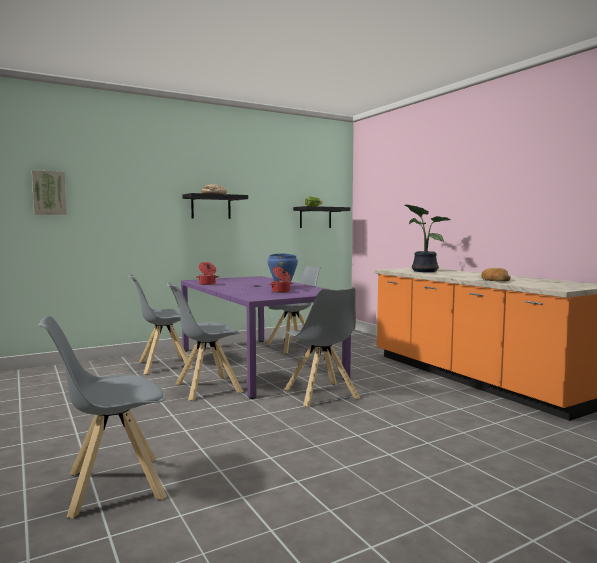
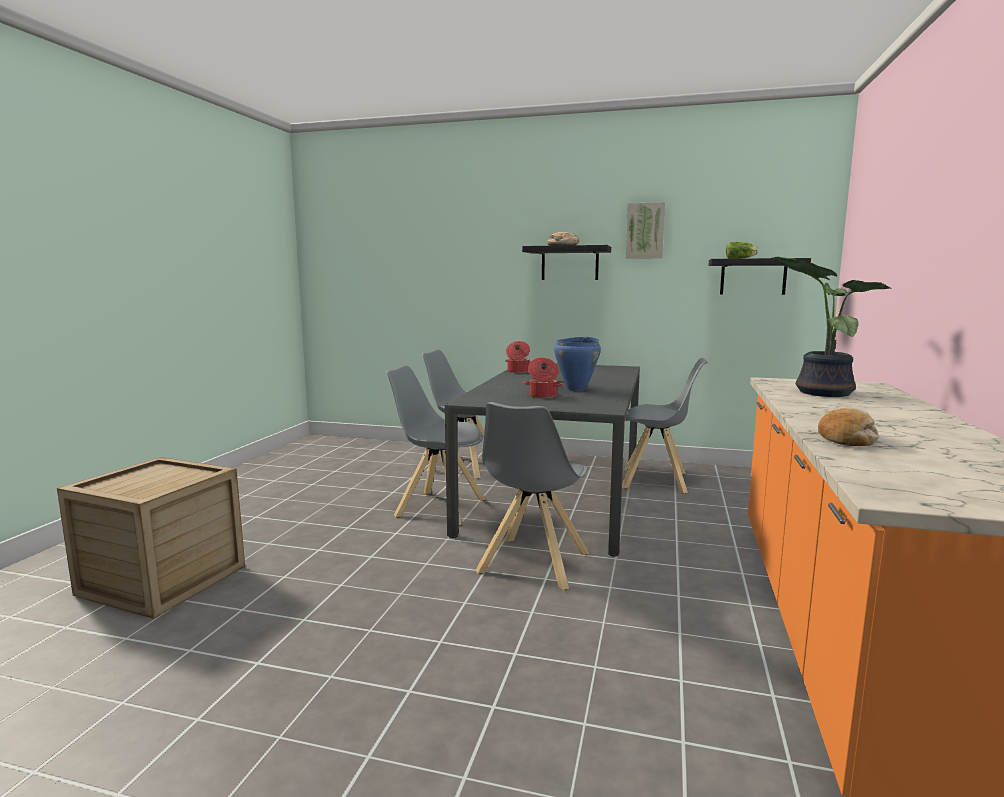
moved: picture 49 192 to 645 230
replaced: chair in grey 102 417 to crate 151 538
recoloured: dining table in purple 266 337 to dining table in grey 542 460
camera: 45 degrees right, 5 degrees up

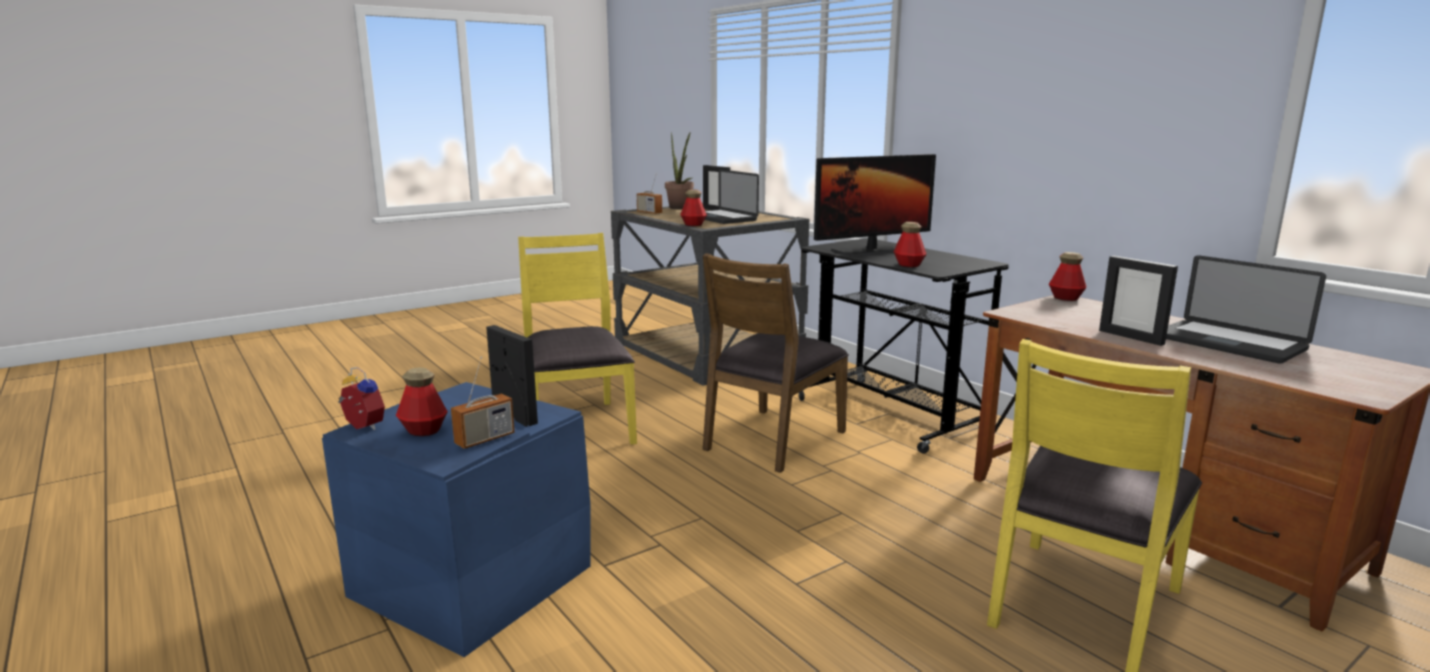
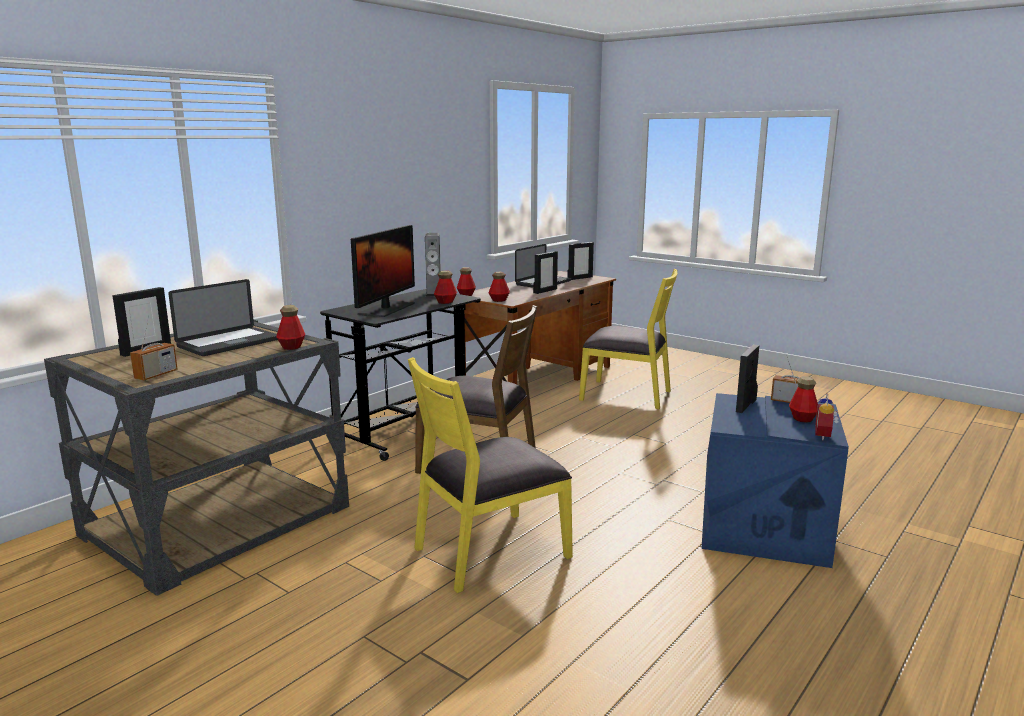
removed: potted plant 679 170
added: speaker 433 265; bottle 499 287; picture frame 580 261
turned: monitor 875 205 = 383 271 60 degrees clockwise
camera: 105 degrees left, 0 degrees up

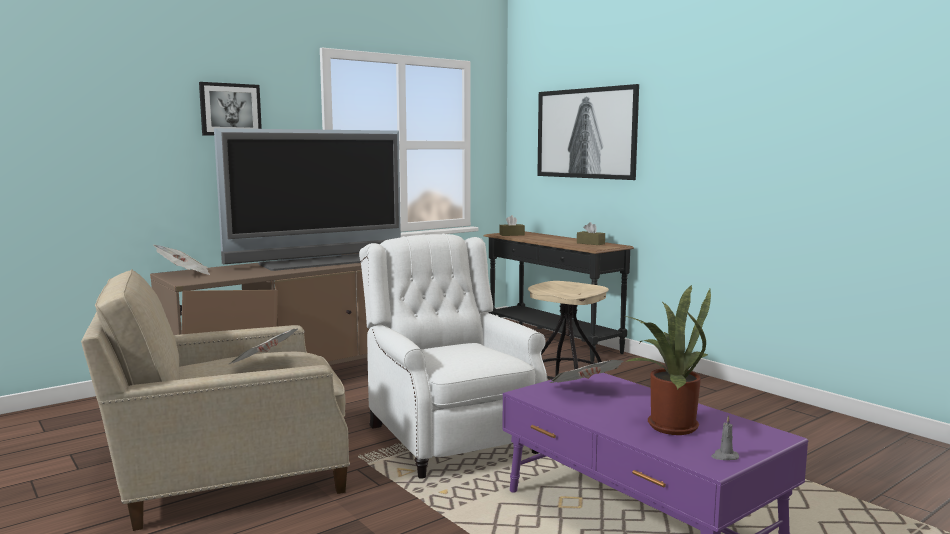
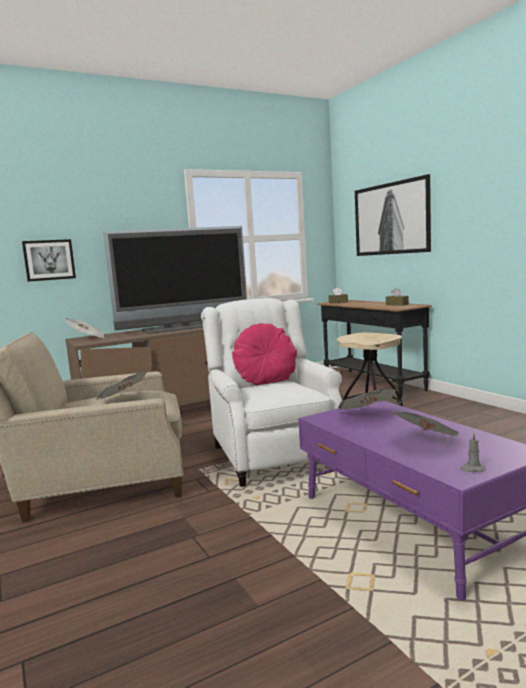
added: pillow in pink 264 354
moved: picture 230 109 to 49 260
replaced: potted plant 667 360 to newspaper 424 424
camera: 10 degrees right, 0 degrees up

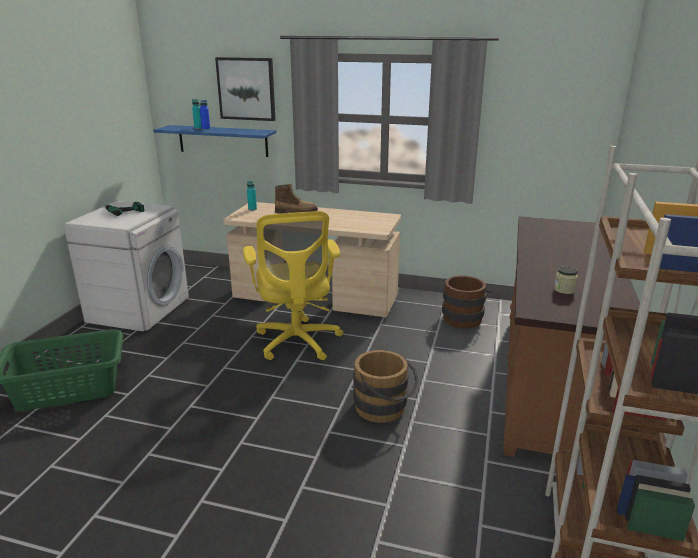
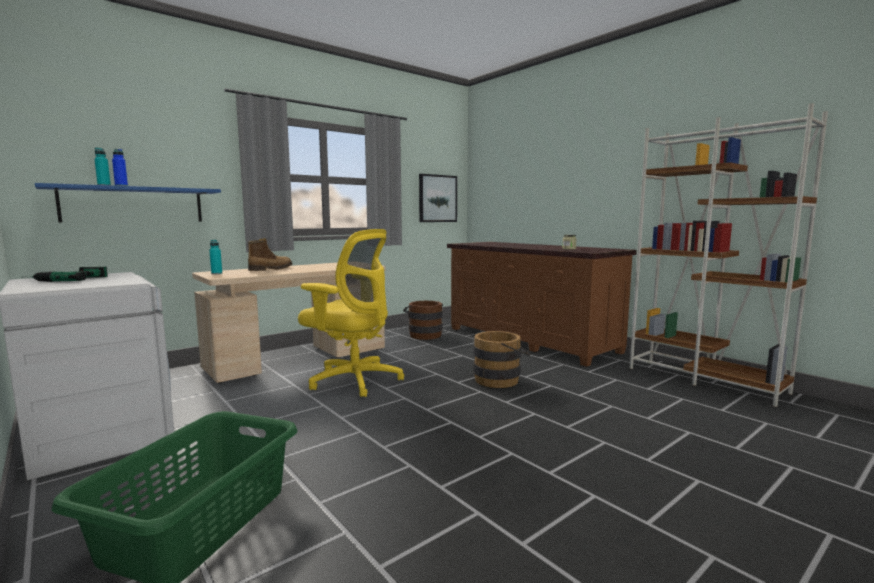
moved: picture 245 89 to 438 198
camera: 55 degrees left, 15 degrees down

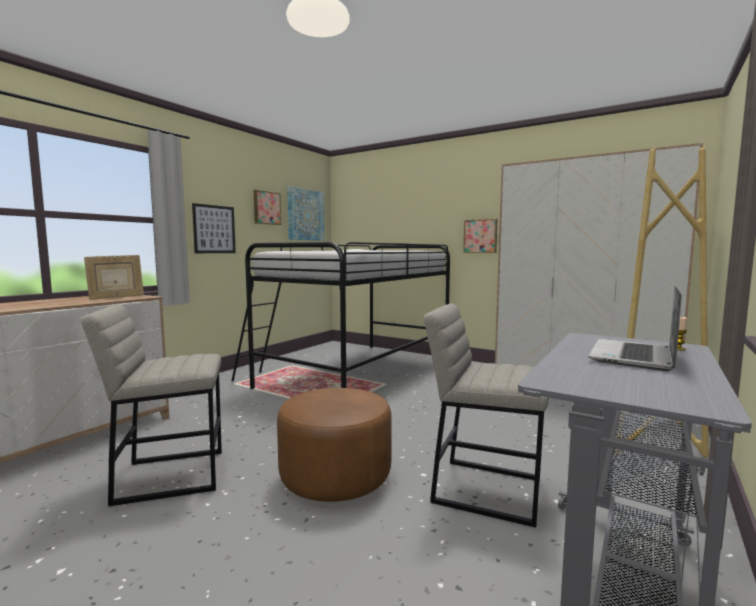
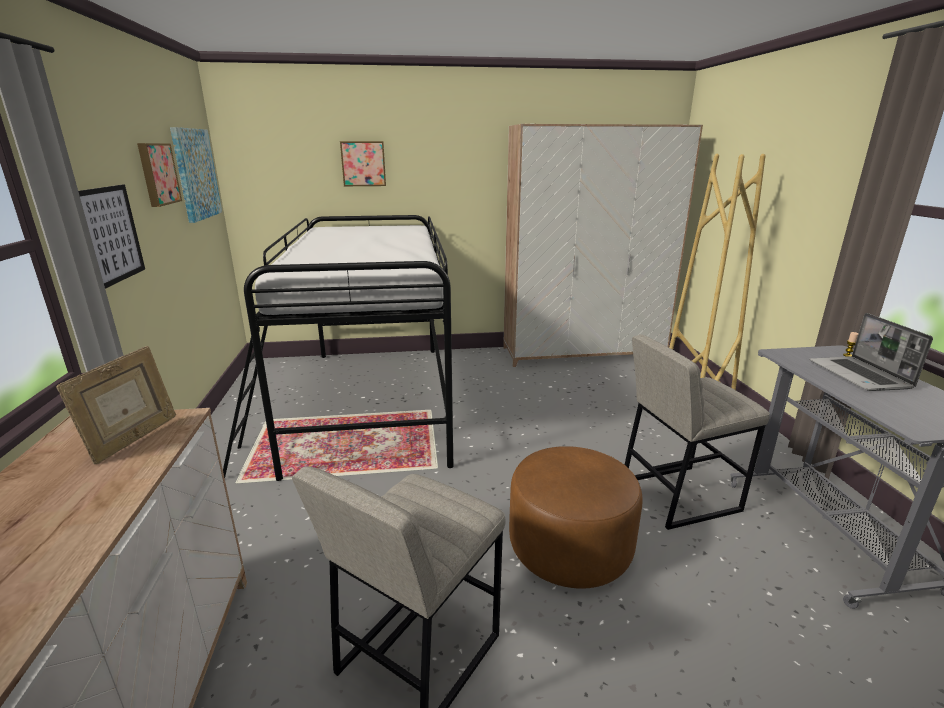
moved: picture 480 236 to 363 163
camera: 40 degrees left, 15 degrees up

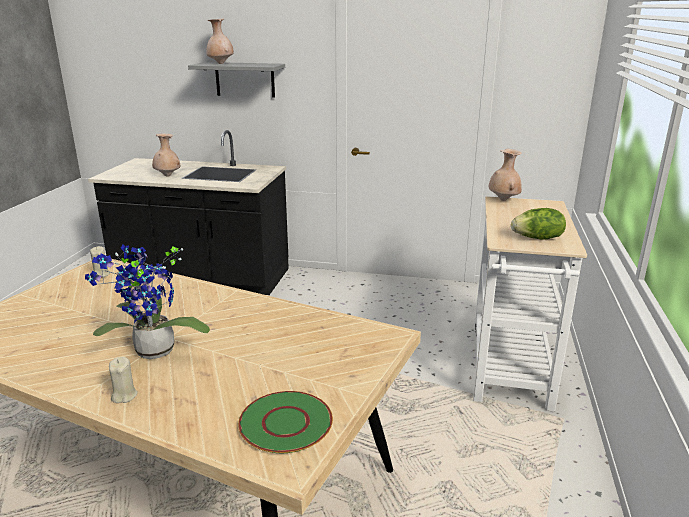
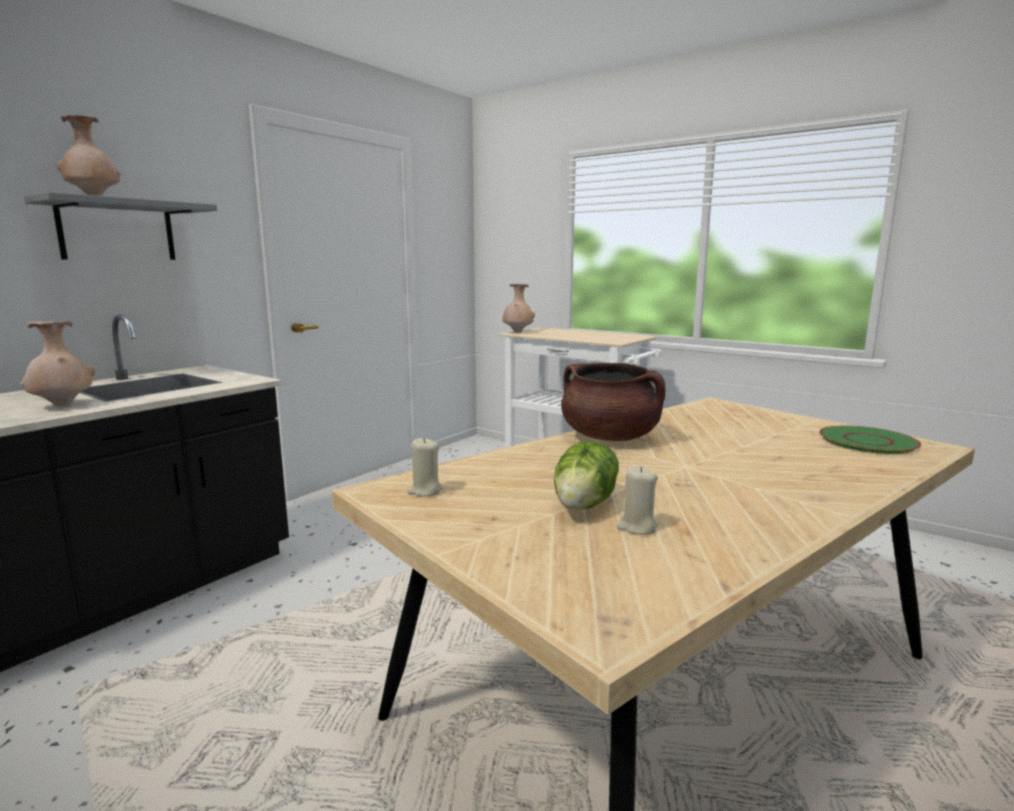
removed: potted plant 147 302
added: cooking pot in brown 613 402
moved: lettuce 538 224 to 586 476; candle in beige 123 380 to 637 500
camera: 65 degrees left, 10 degrees down

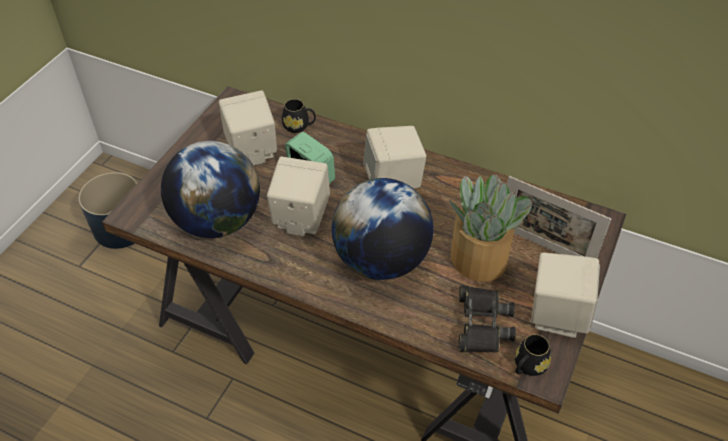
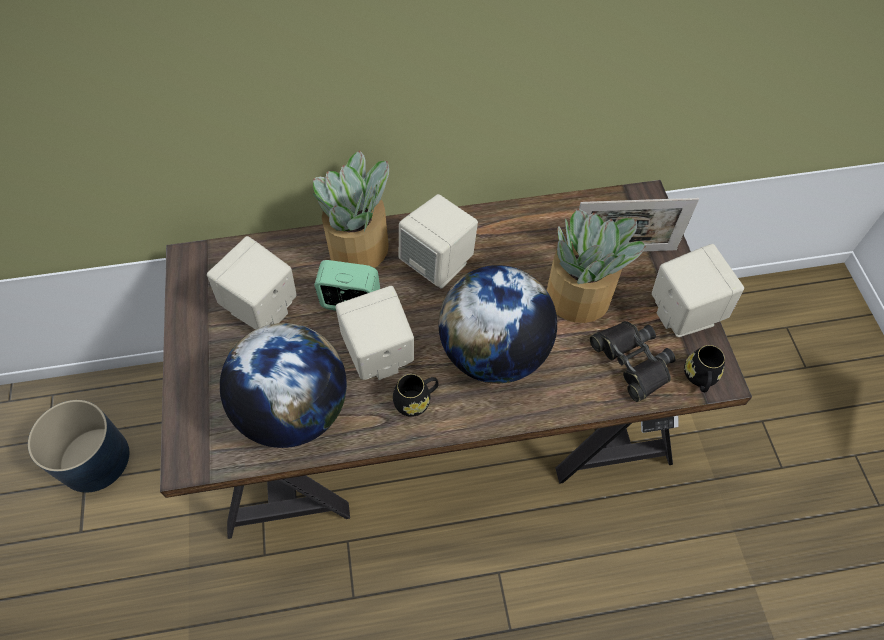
added: potted plant 351 209
moved: mug in black 299 116 to 416 395
camera: 35 degrees left, 10 degrees up

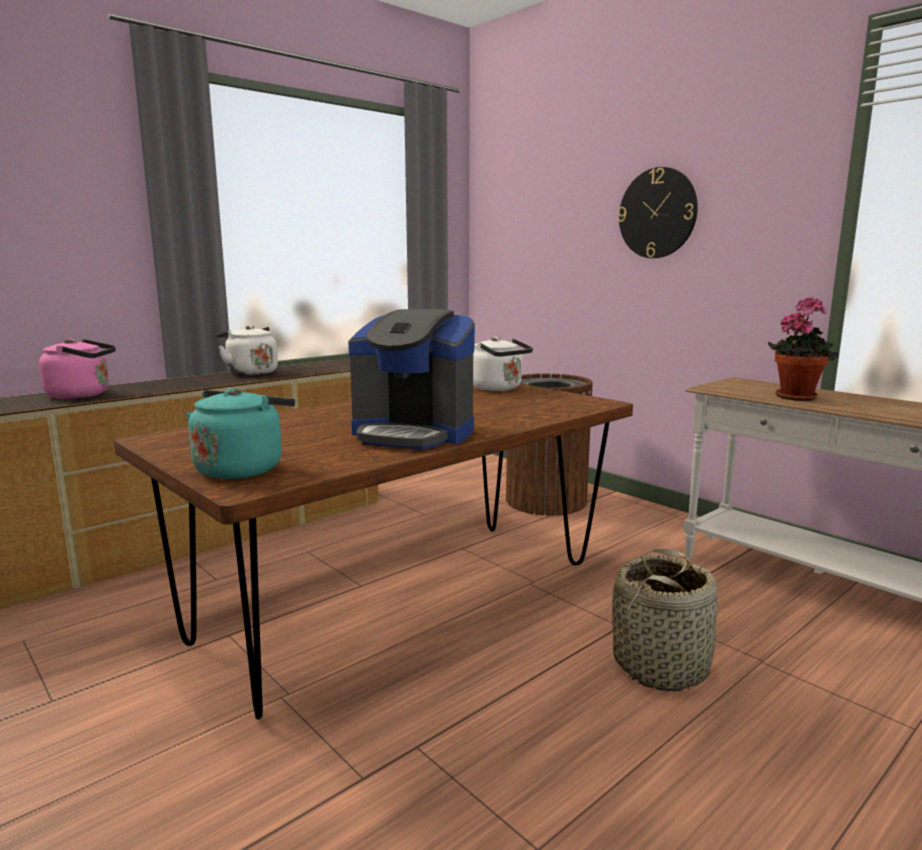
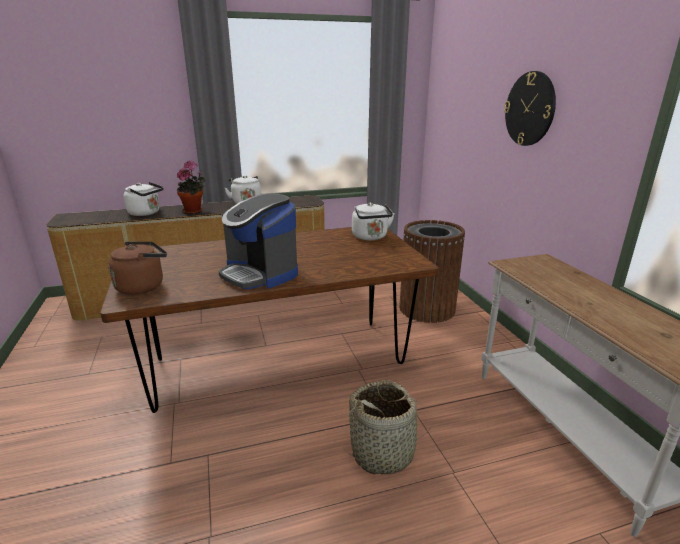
moved: potted plant 803 349 to 191 187
recoloured: kettle in turquoise 240 433 to kettle in brown 137 268; kettle in pink 77 369 to kettle in white 143 199
camera: 25 degrees right, 10 degrees up

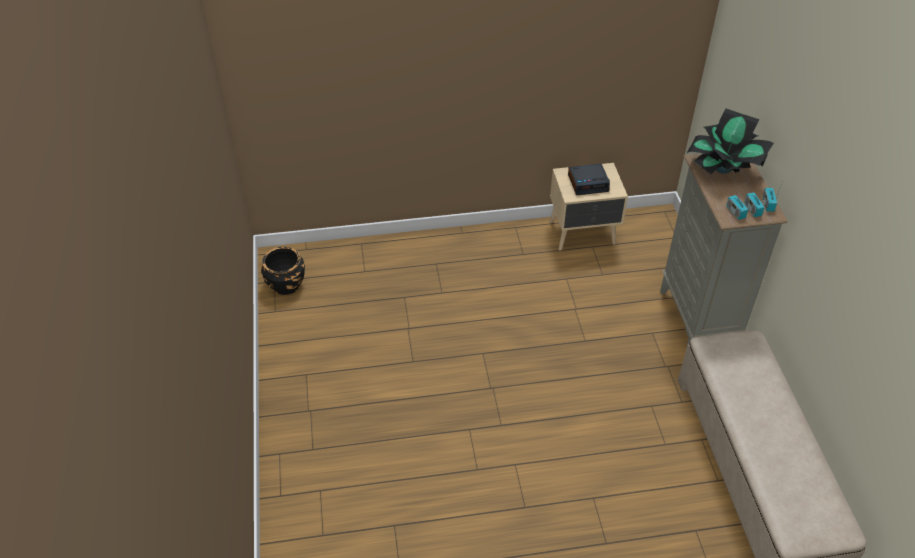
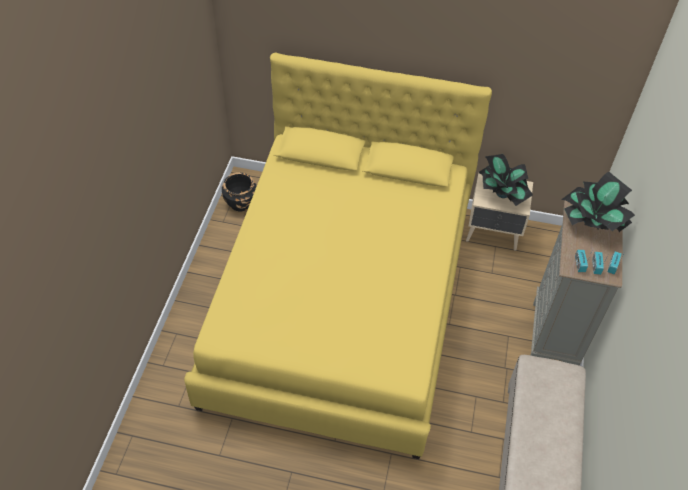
added: bed in yellow 338 255
replaced: alarm clock 589 179 to potted plant 505 180
camera: 20 degrees right, 5 degrees up

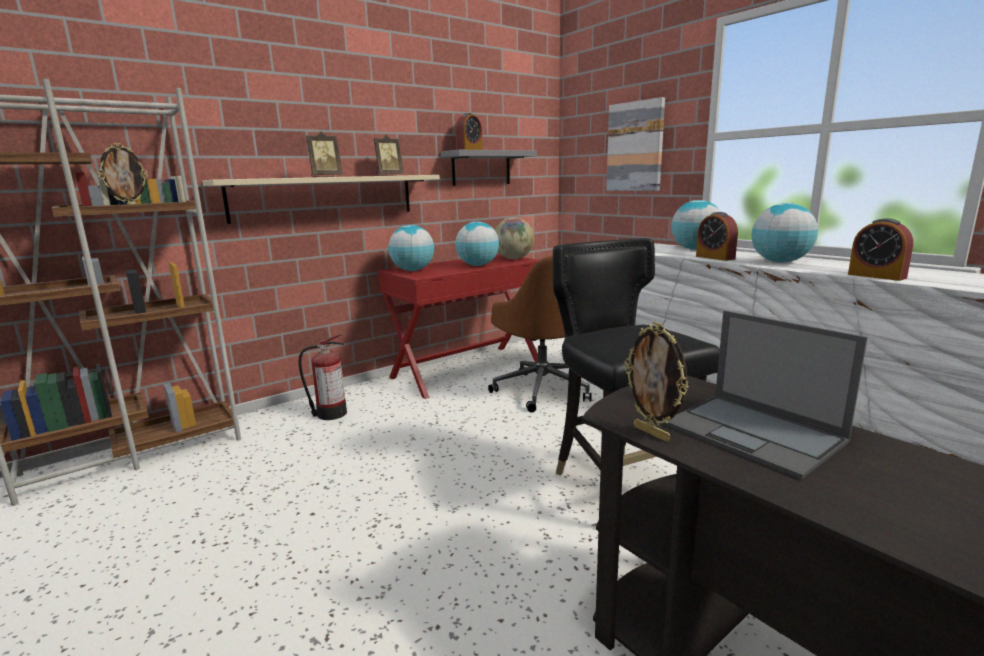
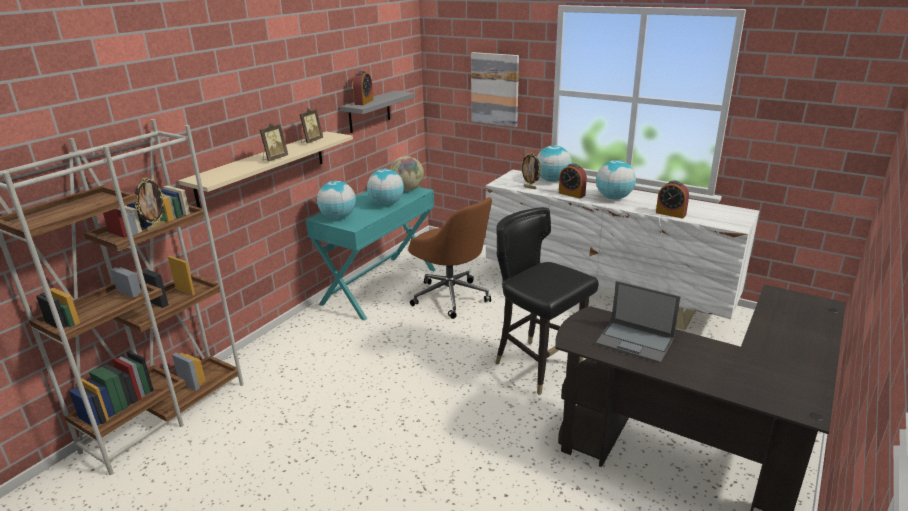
removed: fire extinguisher 323 377
moved: picture frame 656 382 to 530 171
recoloured: desk in red 458 326 to desk in turquoise 370 253
camera: 20 degrees left, 10 degrees up

